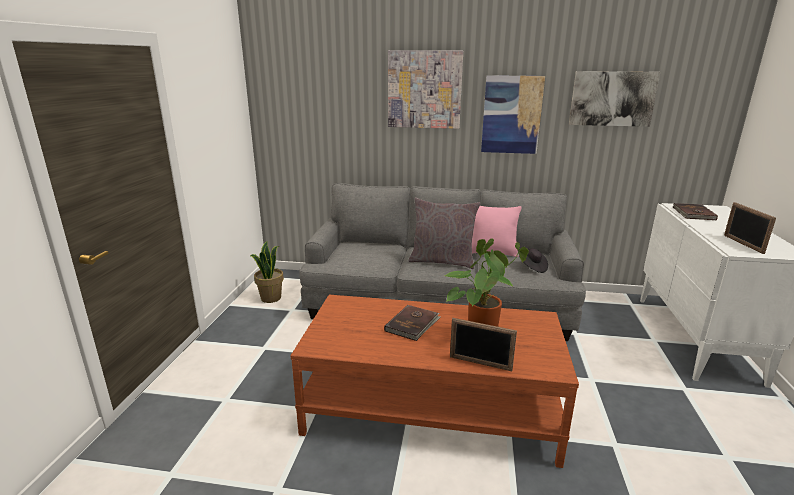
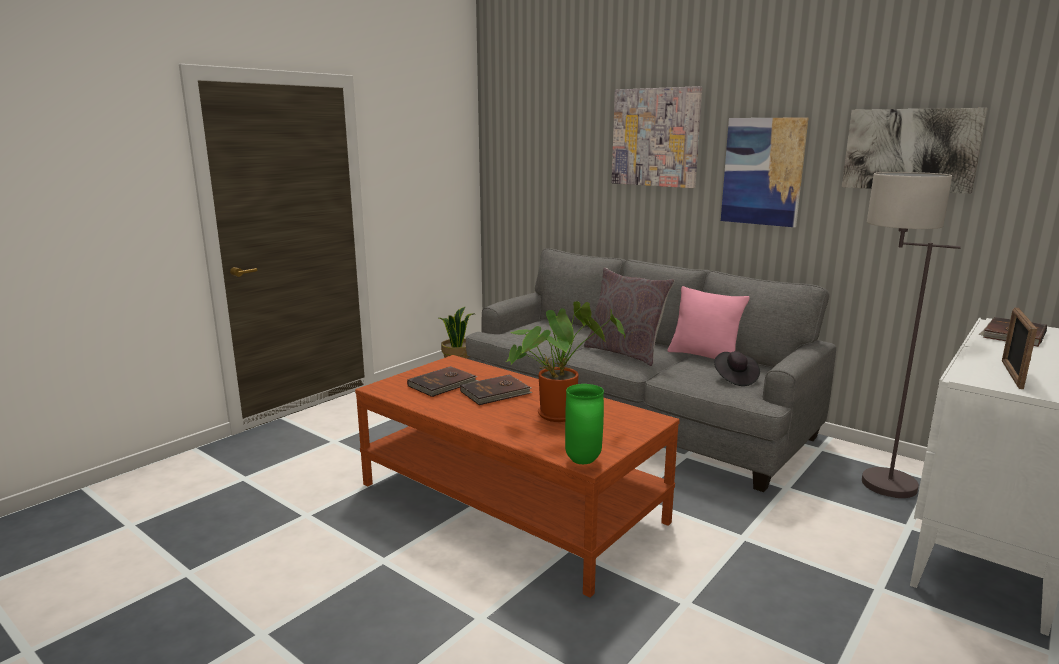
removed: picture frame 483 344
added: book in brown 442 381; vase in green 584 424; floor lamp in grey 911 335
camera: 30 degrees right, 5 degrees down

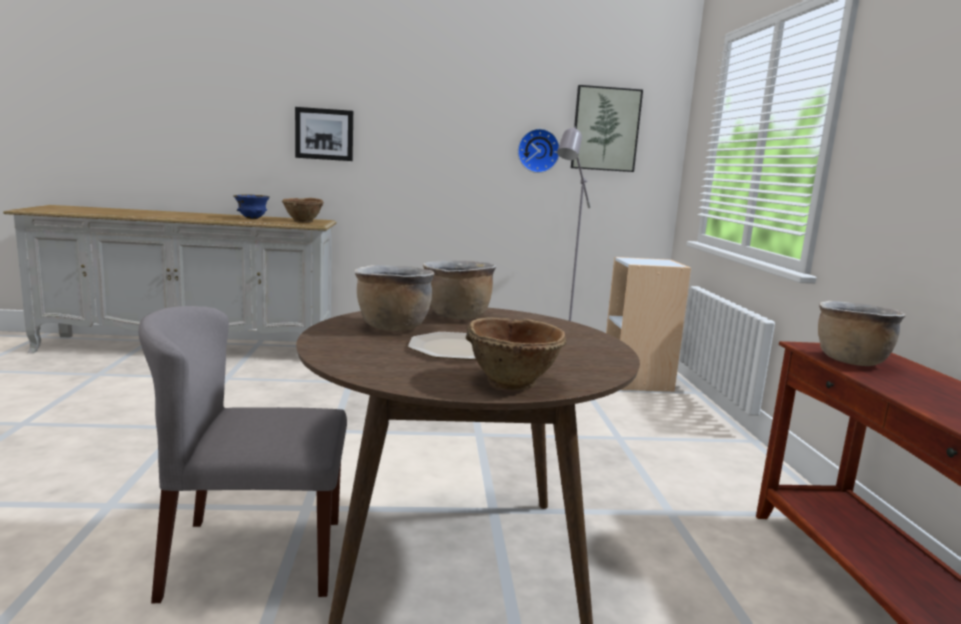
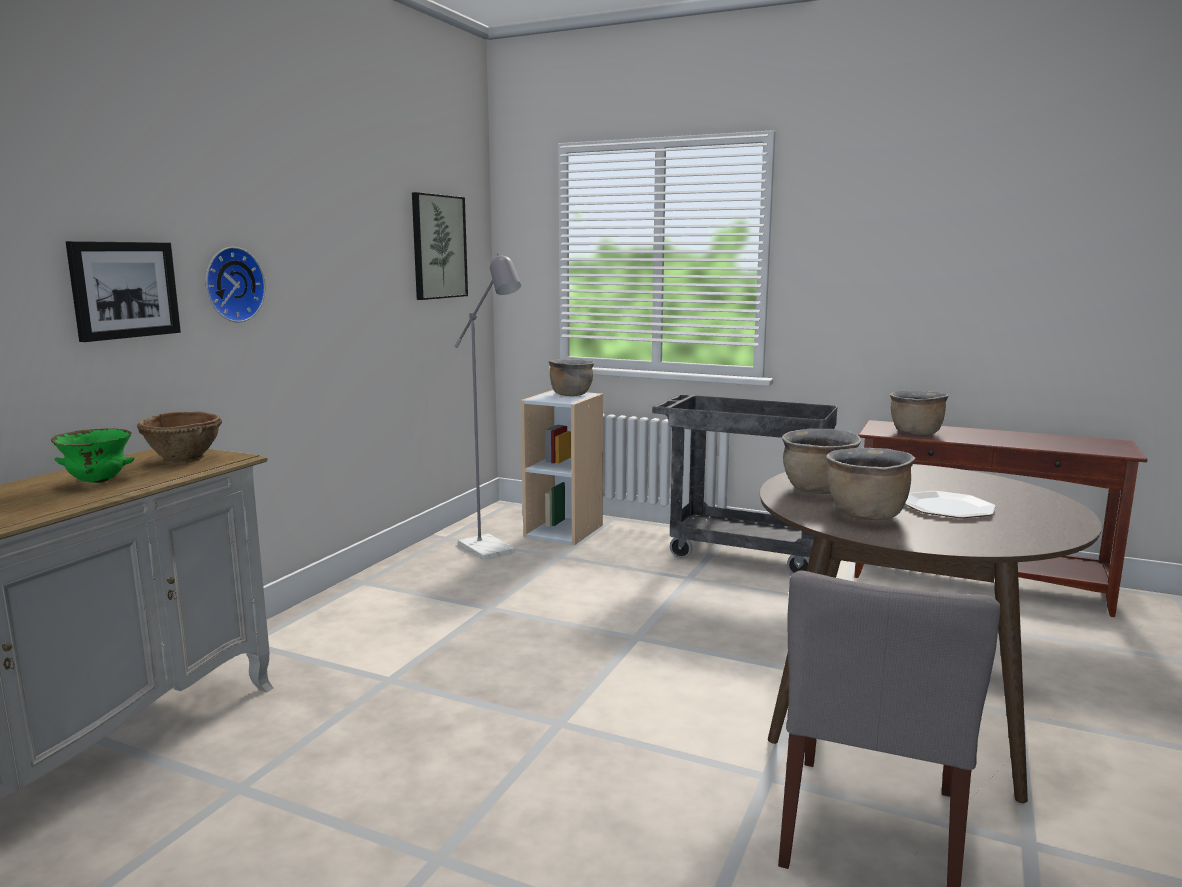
removed: bowl in brown 516 353
added: cooking pot in brown 571 377; cart in grey 744 484
moved: wall clock 538 151 to 236 285
recoloured: bowl in blue 251 206 to bowl in green 92 455
camera: 60 degrees left, 0 degrees up

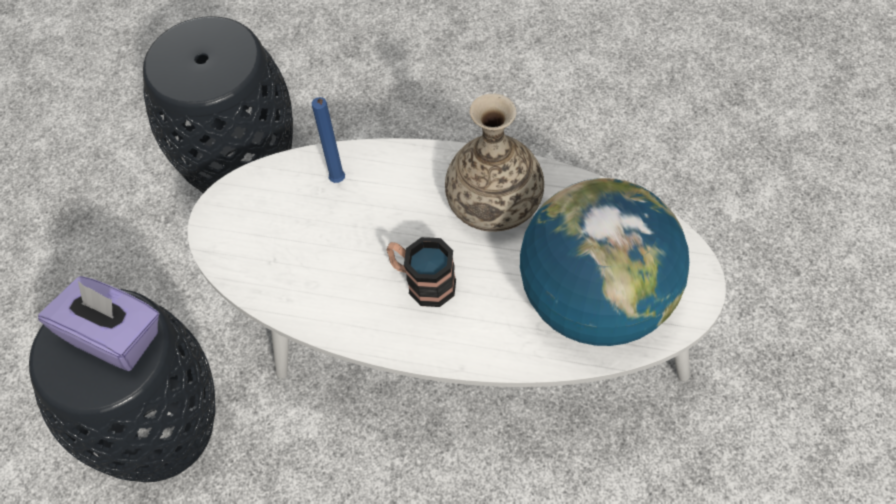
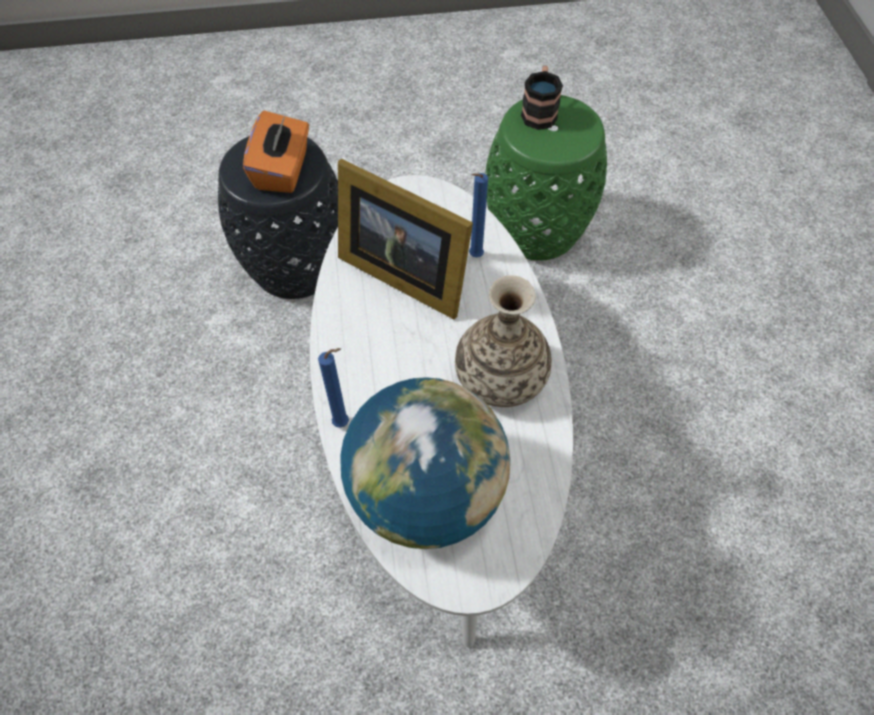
added: candle in blue 333 388; picture frame 405 239
moved: mug 421 272 to 542 98
recoloured: tissue box in purple 98 323 to tissue box in orange 276 152; stool in black 218 104 to stool in green 546 177
camera: 65 degrees right, 0 degrees up

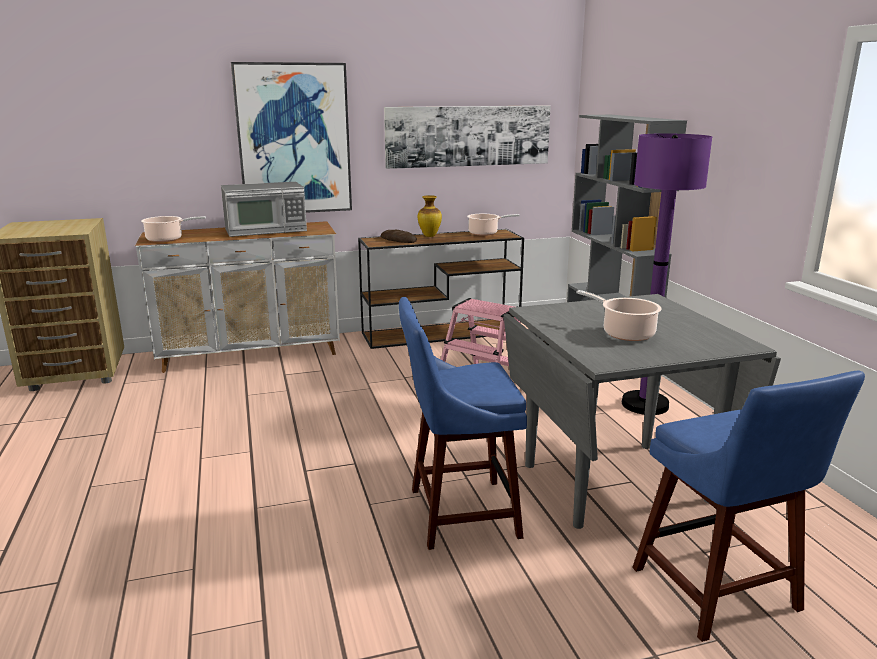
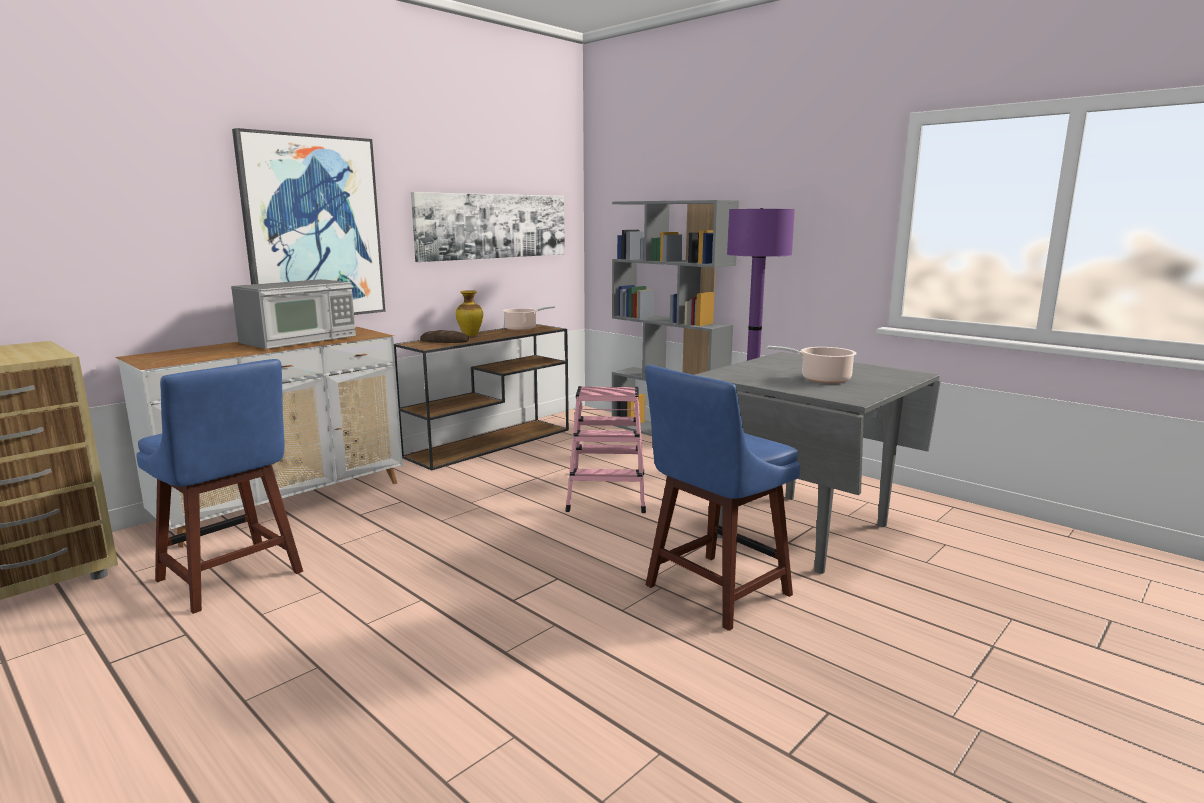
removed: cooking pot 173 229
moved: chair in blue 748 506 to 220 486
camera: 30 degrees left, 5 degrees down

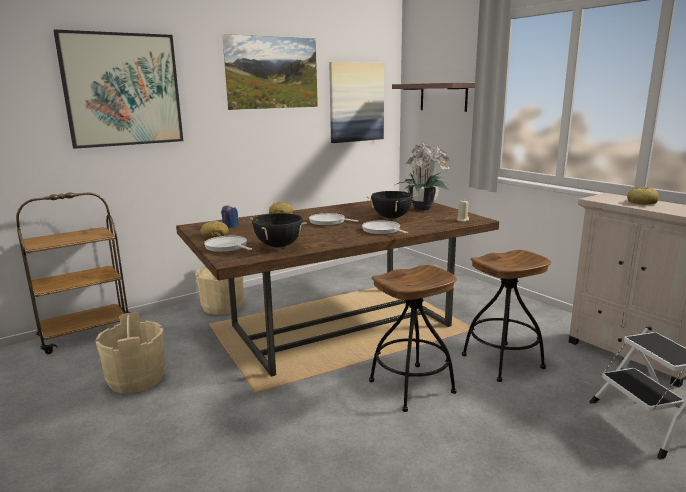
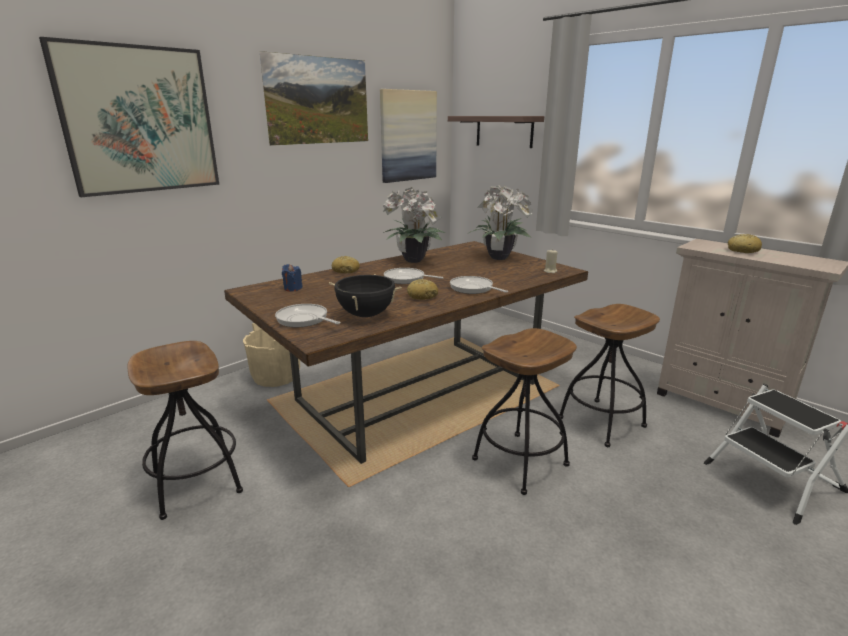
removed: cart in brown 73 273; cooking pot in black 392 204
added: potted plant 414 225
moved: bread 214 229 to 422 289
replaced: bucket in beige 130 353 to stool in brown 185 430
camera: 10 degrees left, 5 degrees up

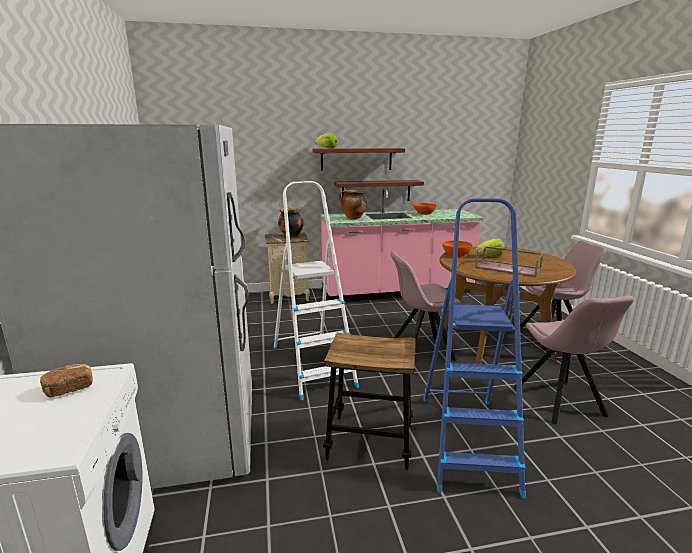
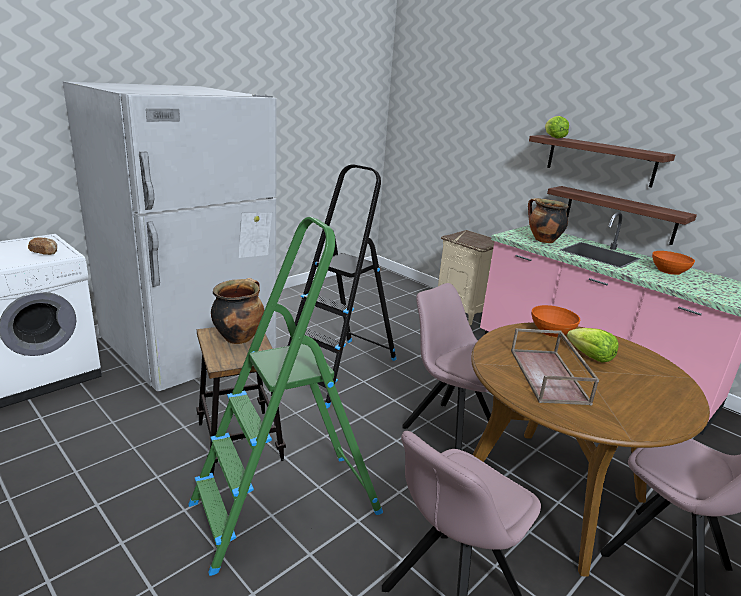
moved: cooking pot 291 222 to 237 311
recoloured: step ladder in blue 475 348 to step ladder in green 285 396; step ladder in white 316 291 to step ladder in black 342 286
camera: 55 degrees right, 5 degrees up

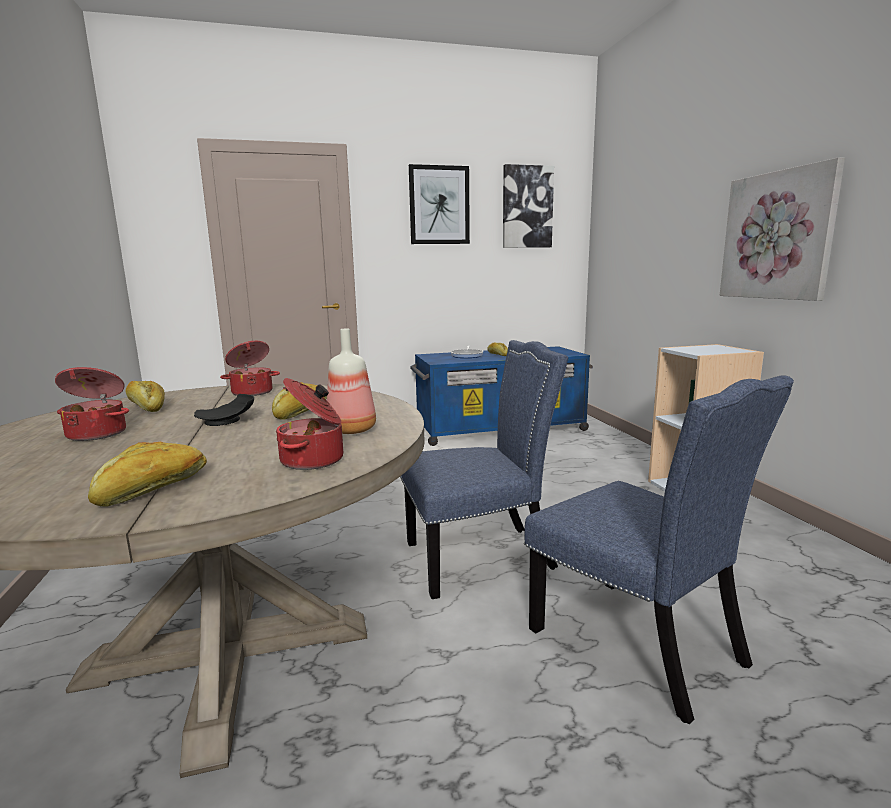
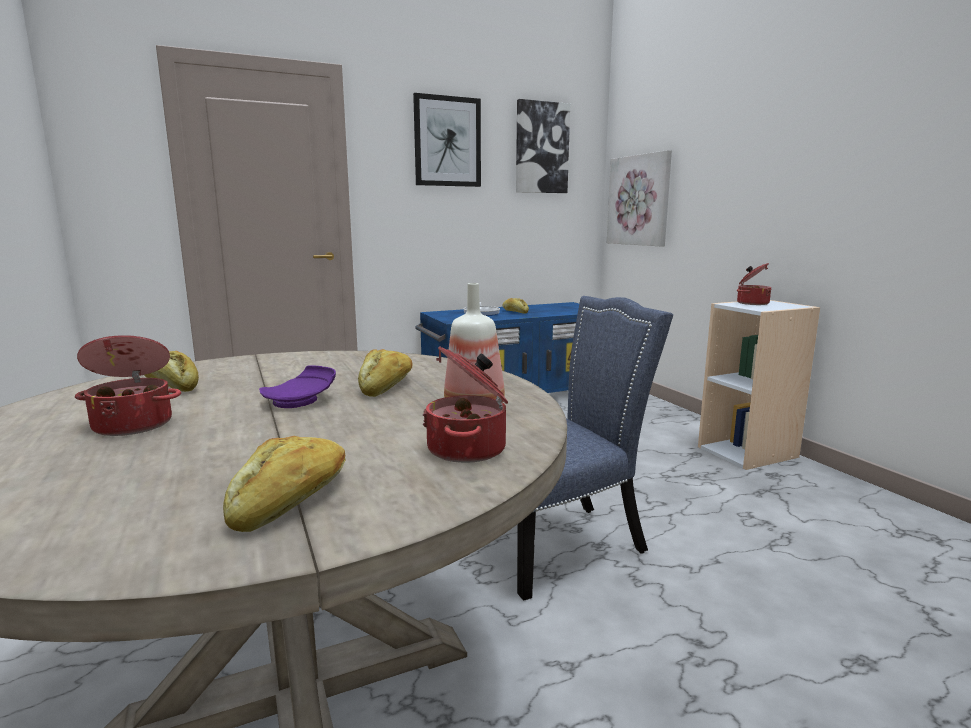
removed: chair in blue 659 549
moved: picture 782 229 to 639 198; cooking pot 250 368 to 754 284
recoloured: plate in black 224 410 to plate in purple 297 386
camera: 10 degrees left, 0 degrees up

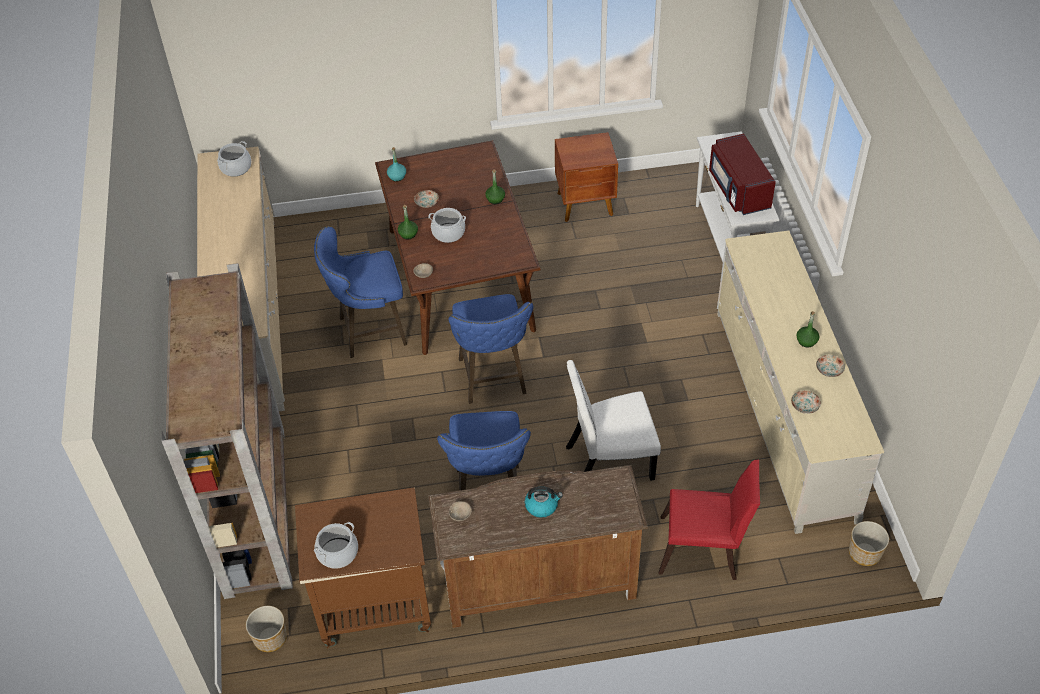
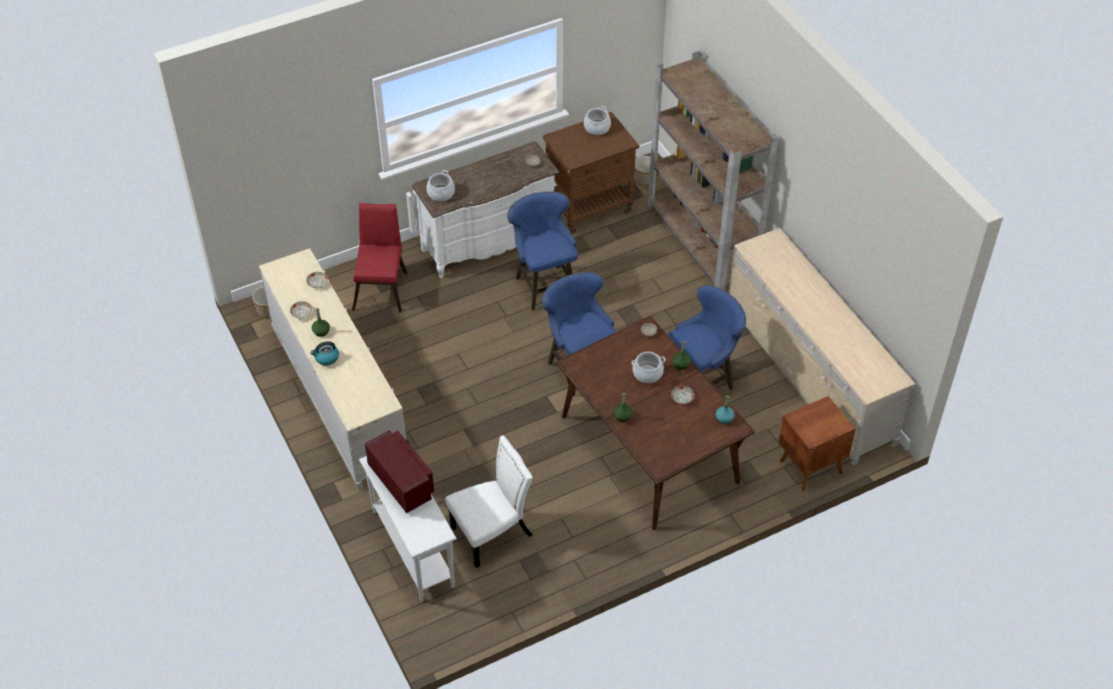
moved: kettle 544 502 to 324 353; cooking pot 234 159 to 440 186; chair in white 613 420 to 489 502; nightstand in brown 586 177 to 816 443
turned: chair in red 709 520 = 379 258 105 degrees clockwise
camera: 160 degrees right, 0 degrees up

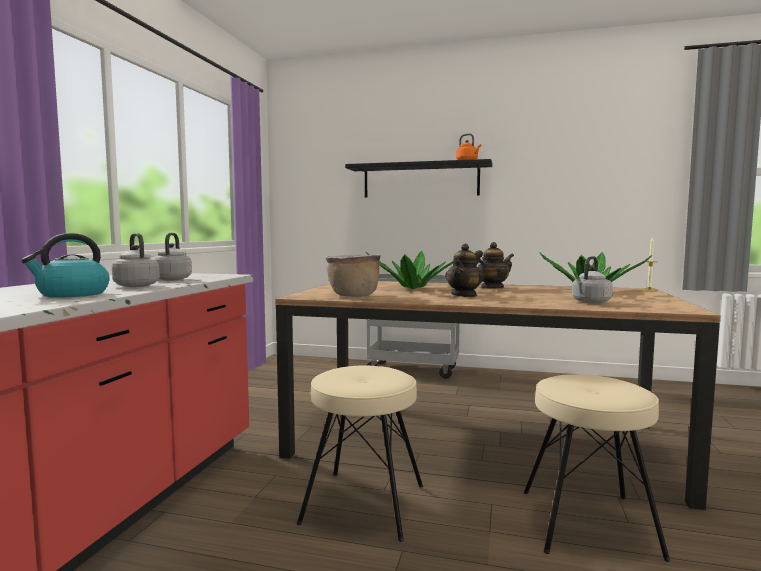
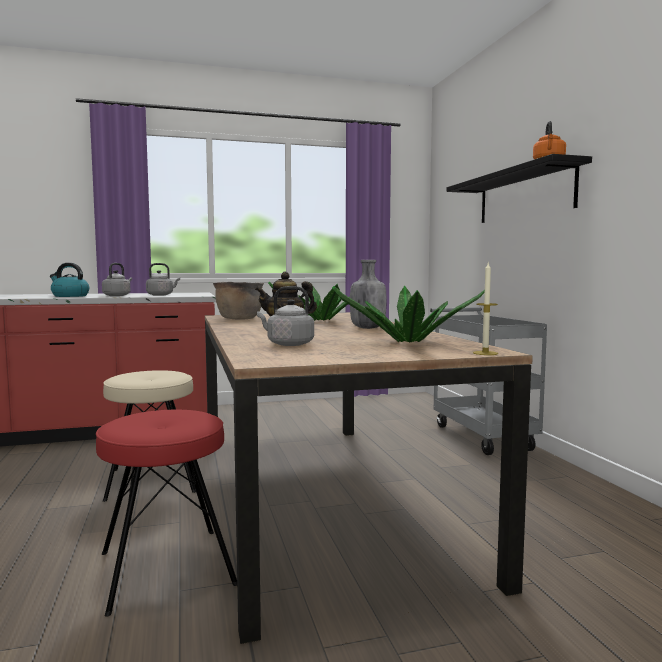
replaced: teapot 494 265 to bottle in grey 368 294
recoloured: stool in beige 597 468 to stool in red 166 513
camera: 60 degrees right, 0 degrees up

